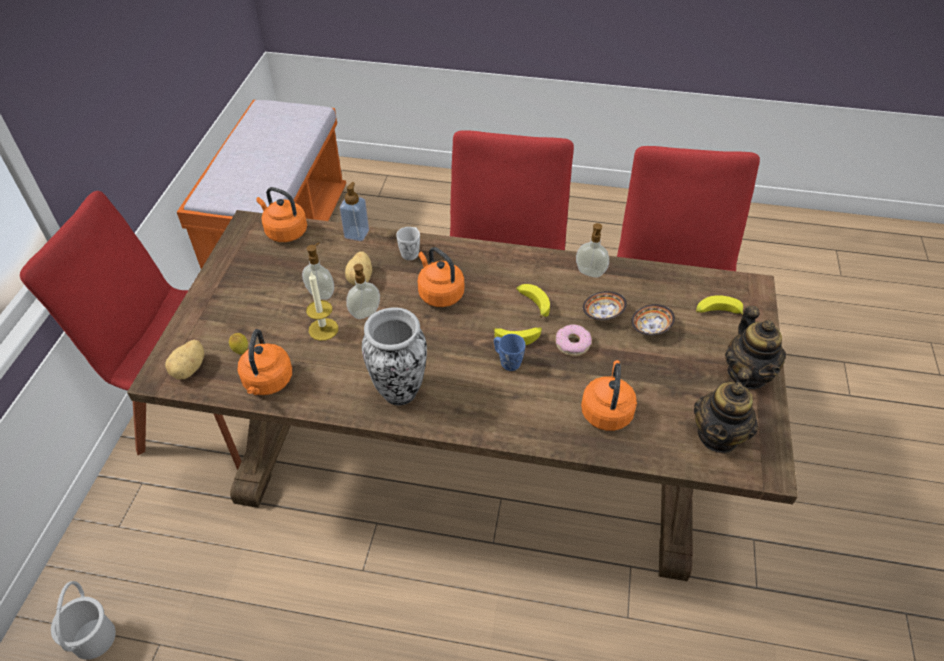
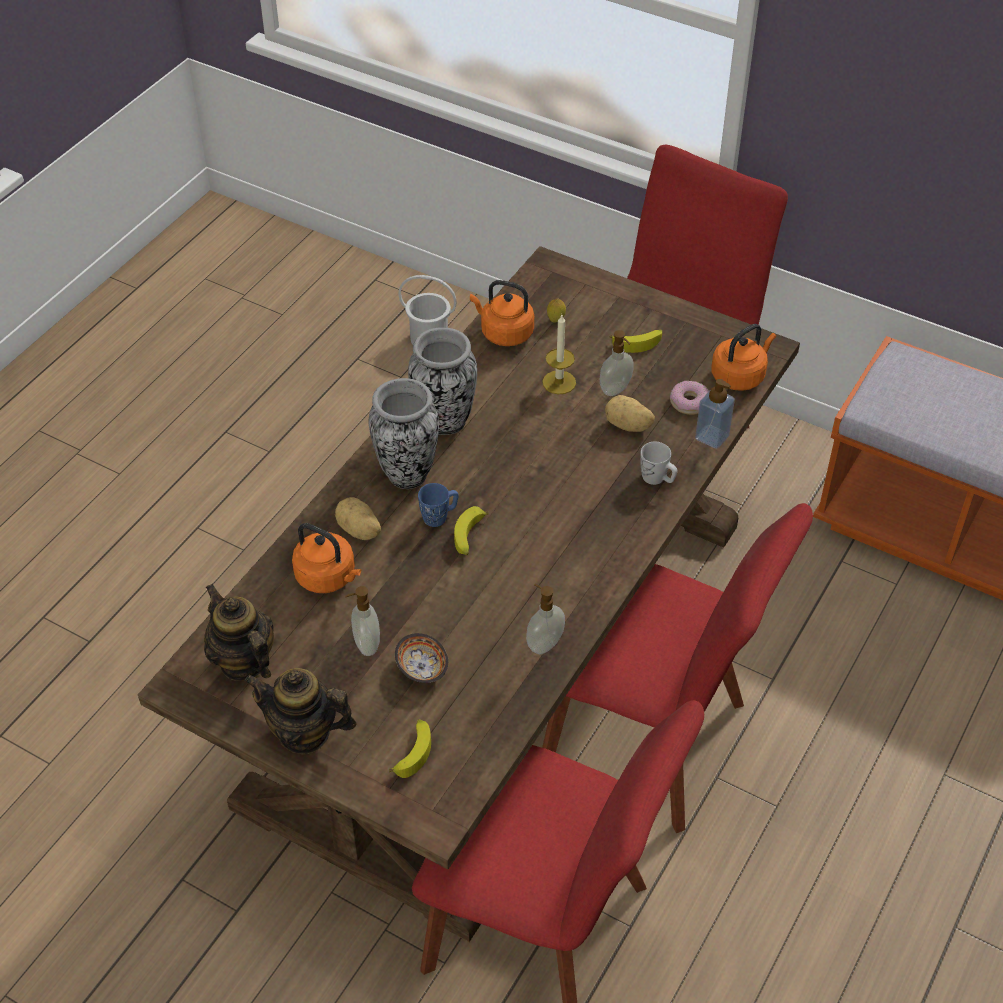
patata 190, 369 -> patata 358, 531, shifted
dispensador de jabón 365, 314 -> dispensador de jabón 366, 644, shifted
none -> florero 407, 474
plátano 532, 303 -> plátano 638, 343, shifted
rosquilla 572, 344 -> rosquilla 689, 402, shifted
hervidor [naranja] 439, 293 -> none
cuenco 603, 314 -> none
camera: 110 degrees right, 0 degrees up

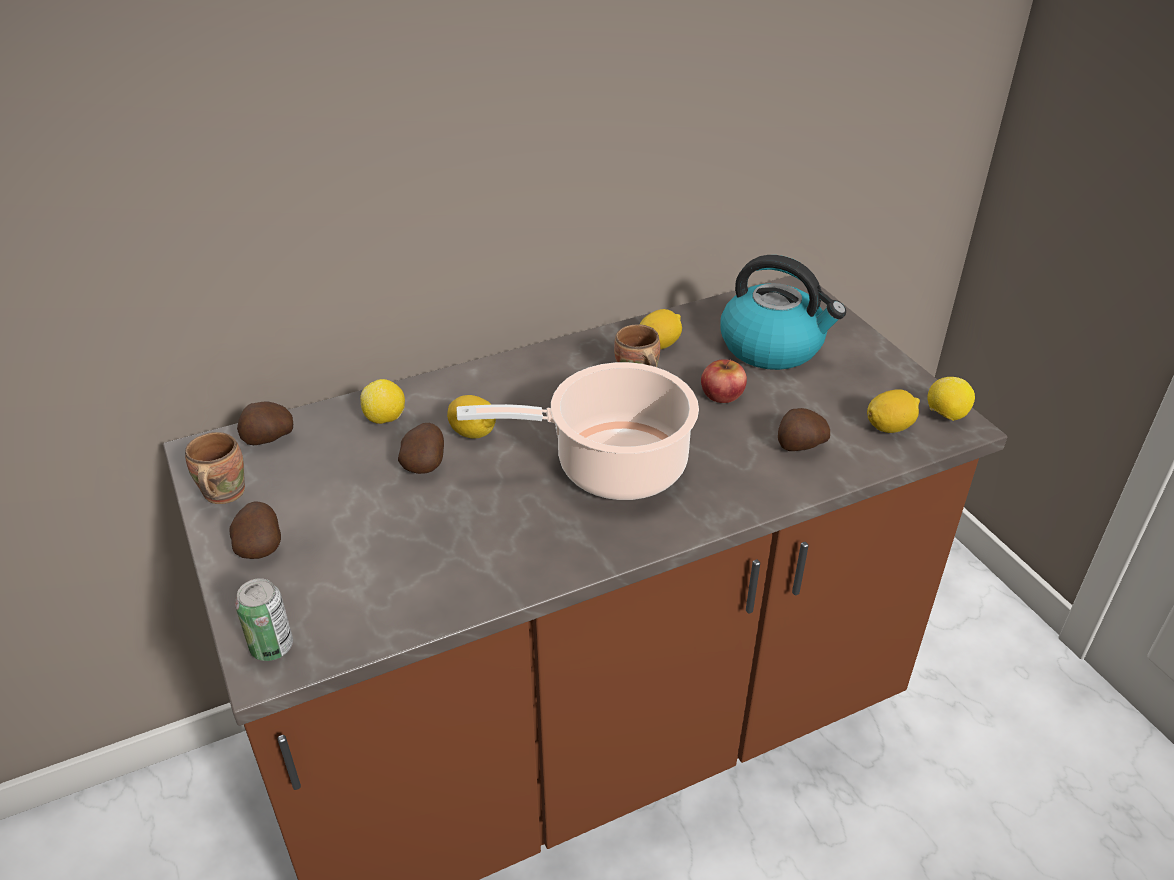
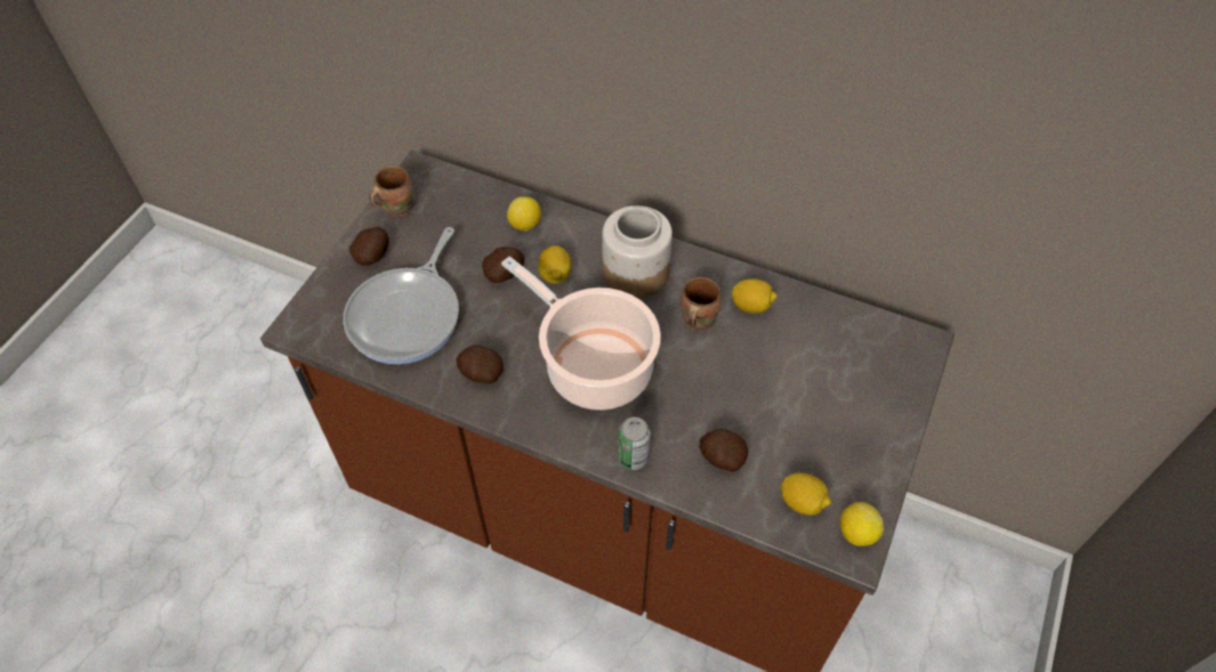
none -> sartén 408, 315
patata 268, 438 -> patata 481, 374, shifted
none -> tarro 634, 273
lata 272, 647 -> lata 633, 458, shifted
manzana 722, 394 -> none
hervidor 773, 346 -> none
camera: 50 degrees right, 15 degrees up

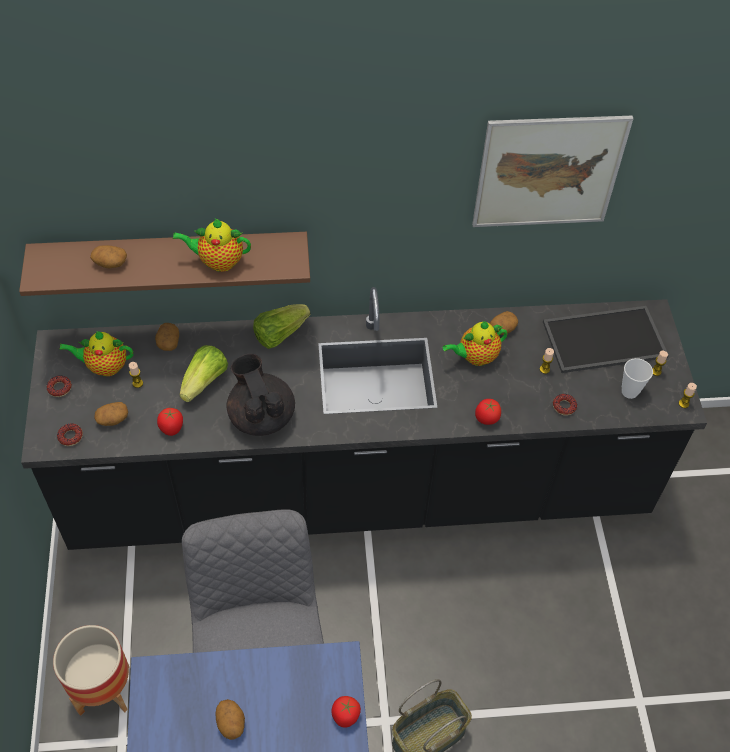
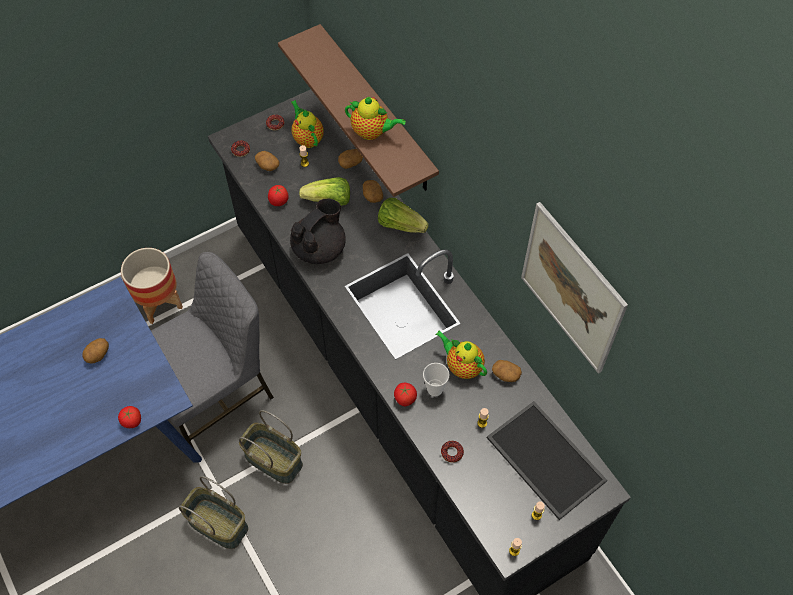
none -> cesta 274, 459
tetera 218, 261 -> tetera 372, 132, 135 degrees clockwise
patata 110, 263 -> patata 372, 195, shifted
taza 629, 391 -> taza 435, 389, shifted
camera: 65 degrees right, 5 degrees up

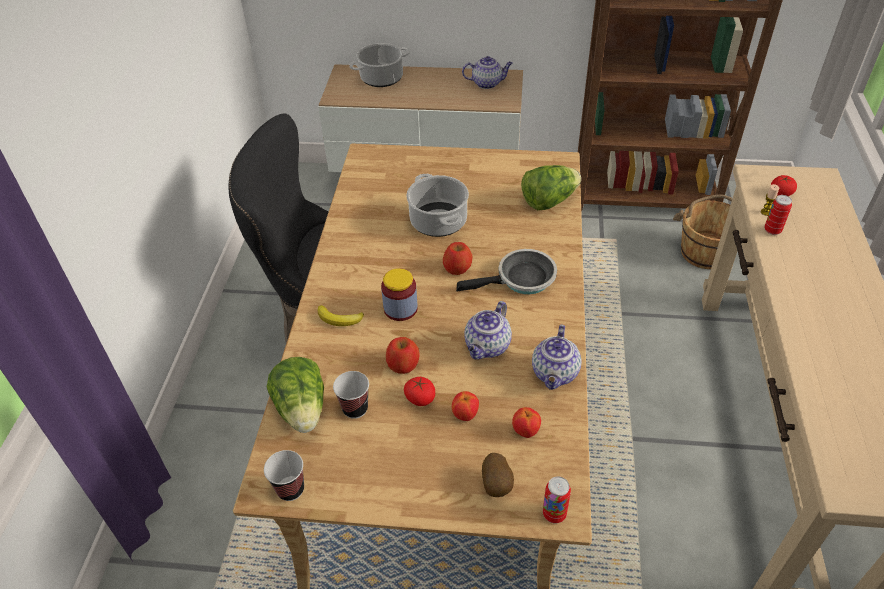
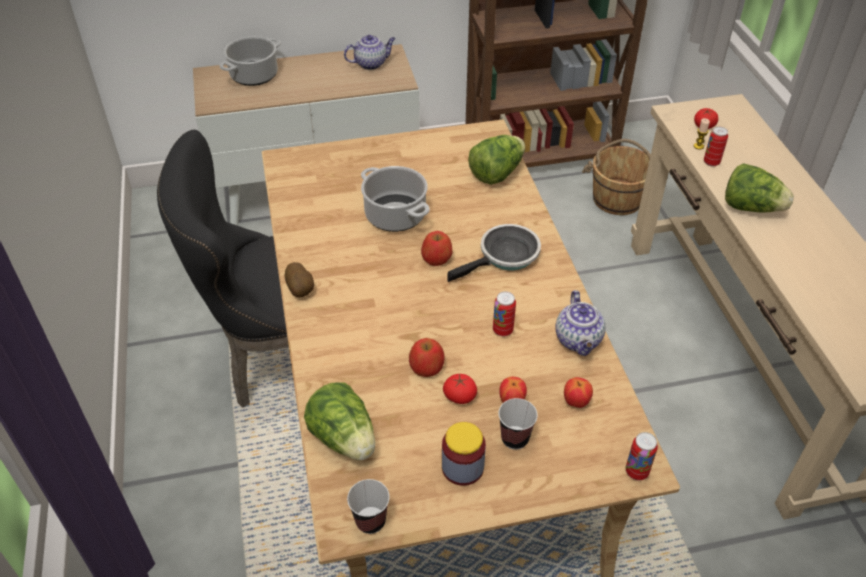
patata 497, 484 -> patata 301, 290, shifted
tarro 400, 309 -> tarro 462, 467, shifted
tetera 487, 347 -> lata 502, 330
taza 355, 408 -> taza 515, 438, shifted
none -> lechuga 751, 207
plátano 339, 319 -> none
camera: 20 degrees left, 0 degrees up

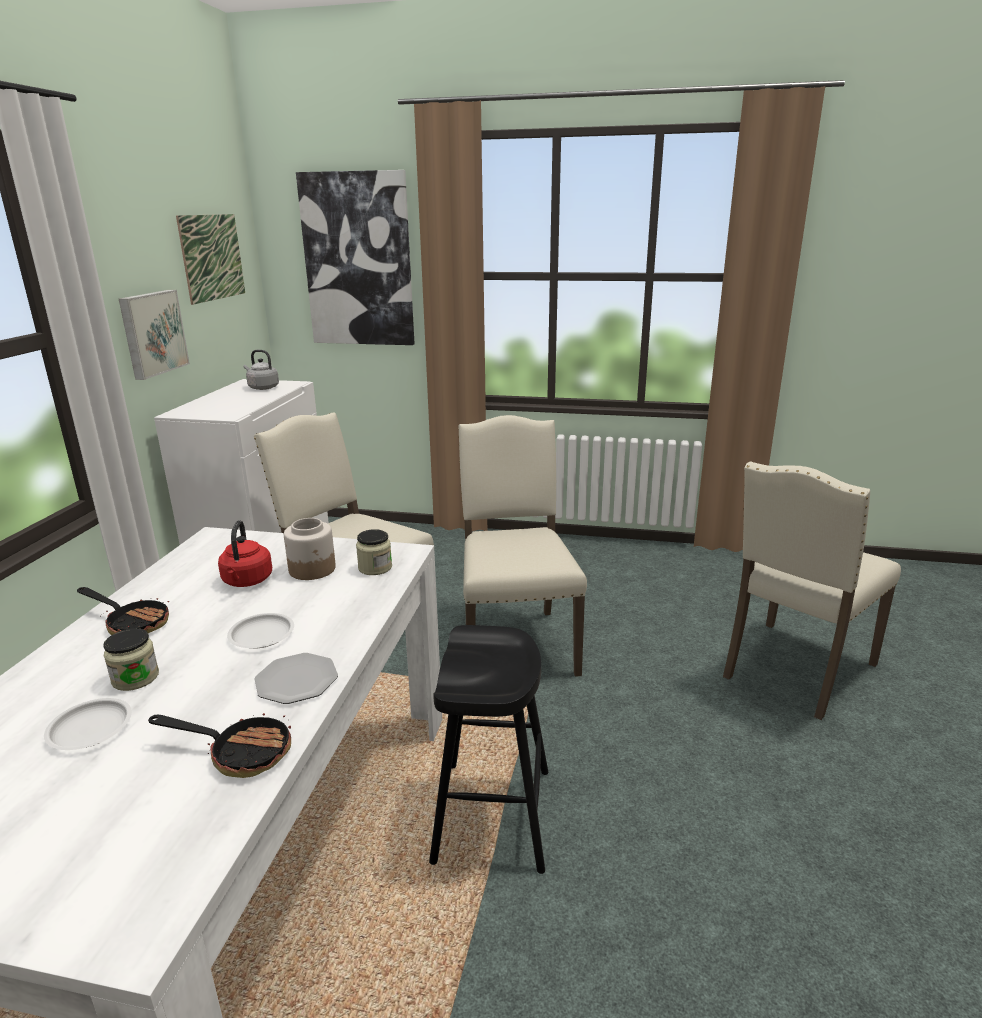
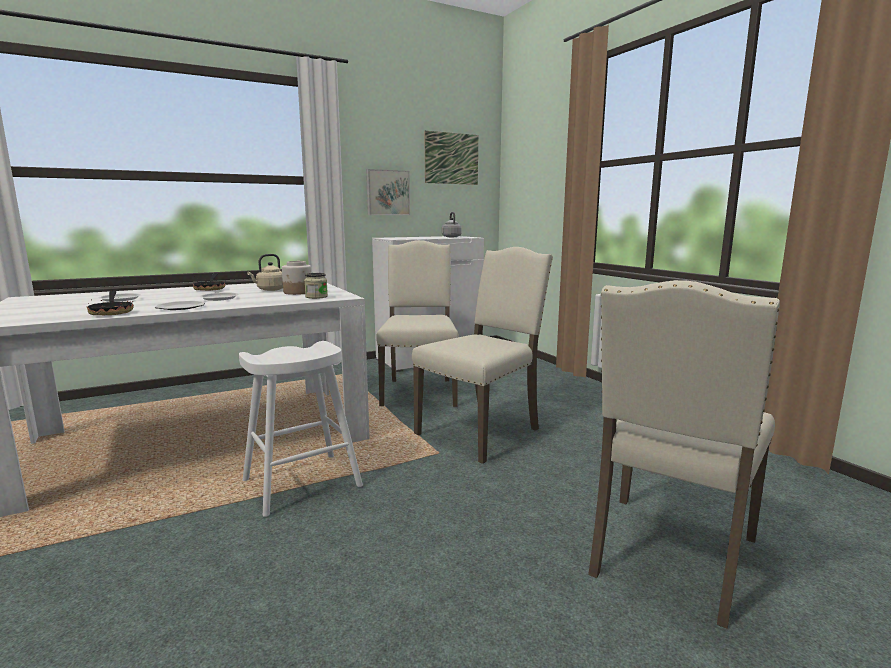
taburete [negro] 493, 814 -> taburete [blanco] 302, 483
hervidor [rojo] 247, 581 -> hervidor [beis] 270, 290
silla [beis] 794, 670 -> silla [beis] 669, 556, 60 degrees counterclockwise
tarro 135, 678 -> none
cuadro 358, 260 -> none
camera: 50 degrees right, 10 degrees down

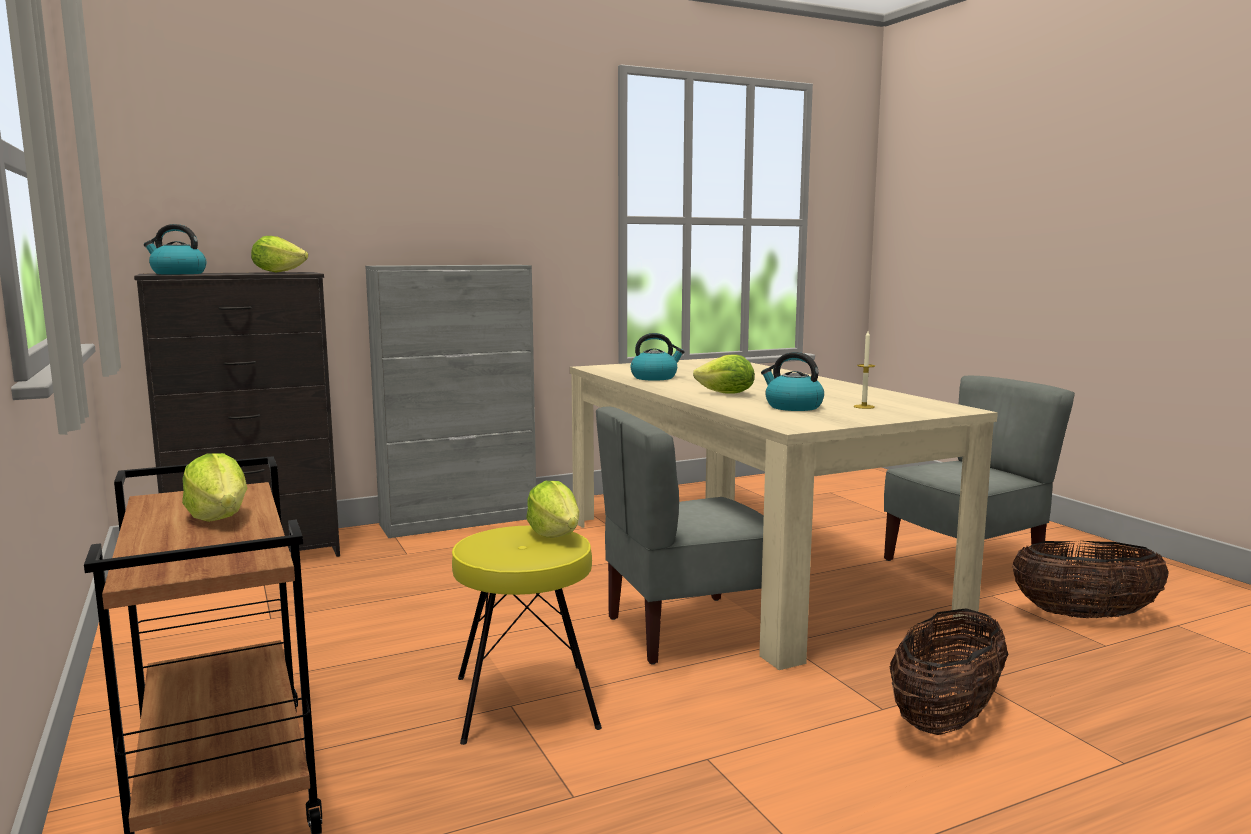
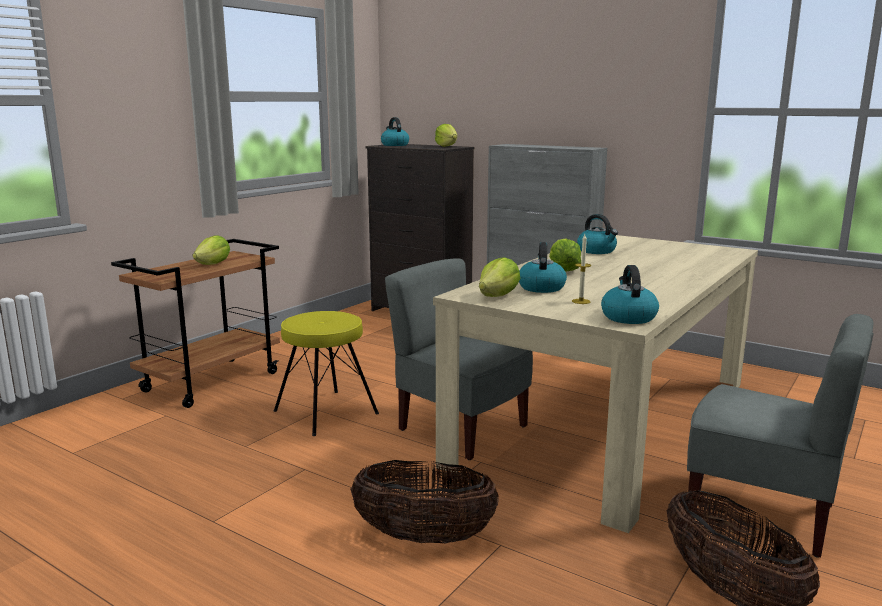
lechuga 555, 534 -> lechuga 498, 296, shifted
none -> hervidor 628, 317
camera: 60 degrees right, 5 degrees up

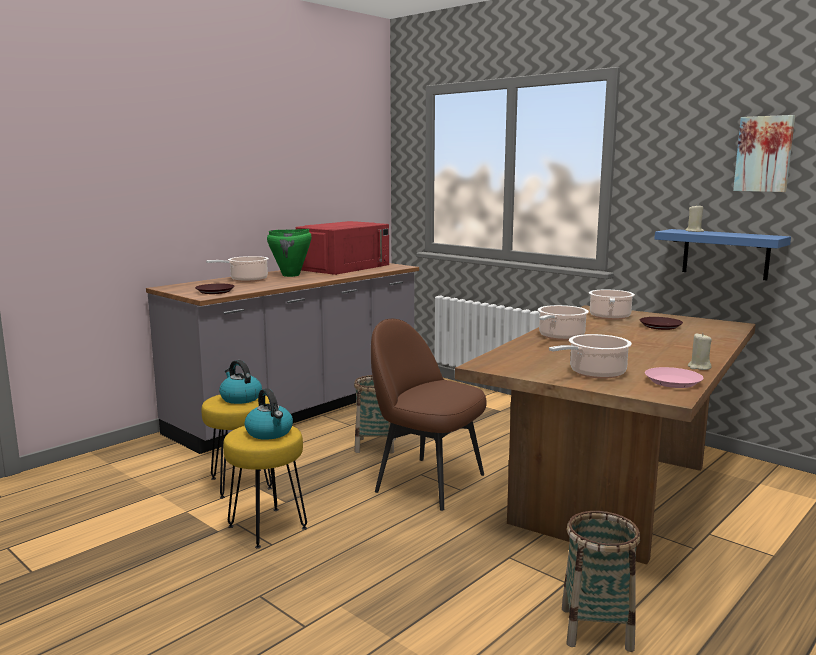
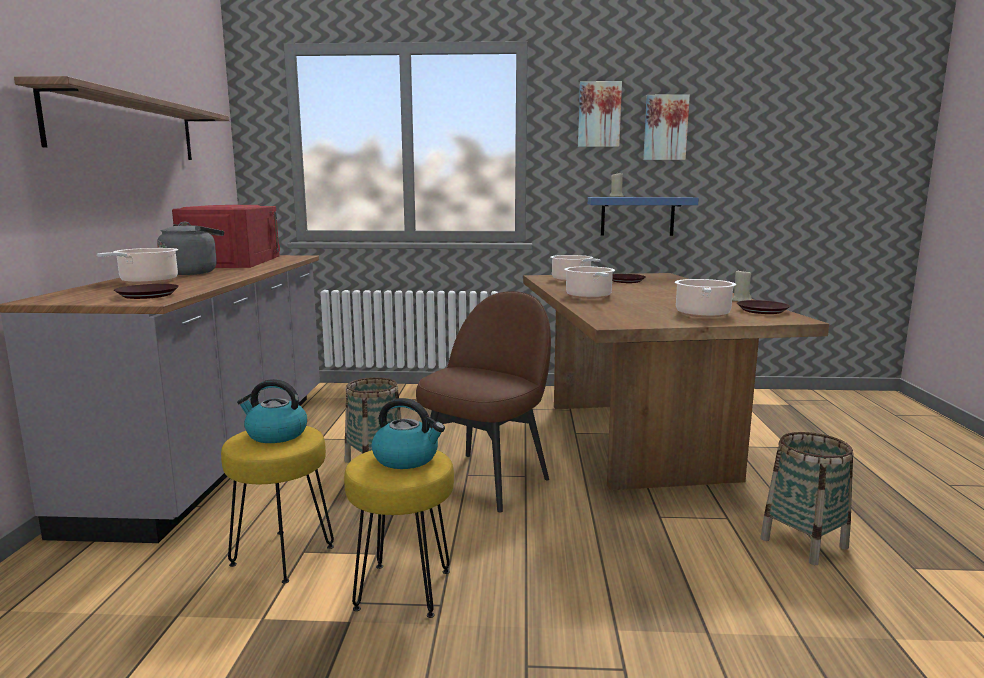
none -> estante 126, 127
olla [verde] 291, 275 -> hervidor [gris] 193, 272
silla [marrón] 427, 482 -> silla [marrón] 485, 479, 135 degrees clockwise
none -> cuadro 599, 114
plato [rosa] 672, 382 -> plato [marrón] 761, 311
camera: 40 degrees left, 0 degrees up

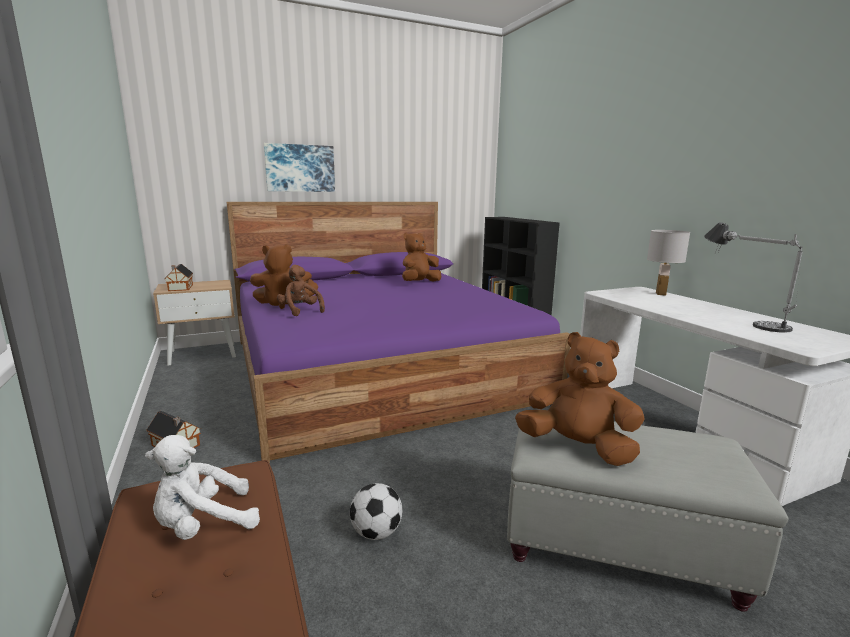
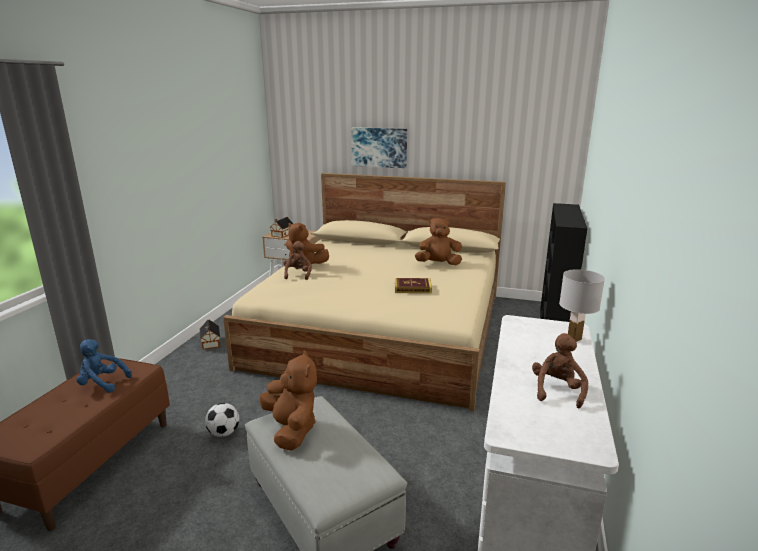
peluche [blanco] 203, 525 -> peluche [azul] 102, 383
cama [morado] 378, 367 -> cama [beis] 382, 329
none -> libro 412, 288
lámpara de mesa 741, 318 -> peluche [marrón] 557, 390
camera: 40 degrees right, 5 degrees up

